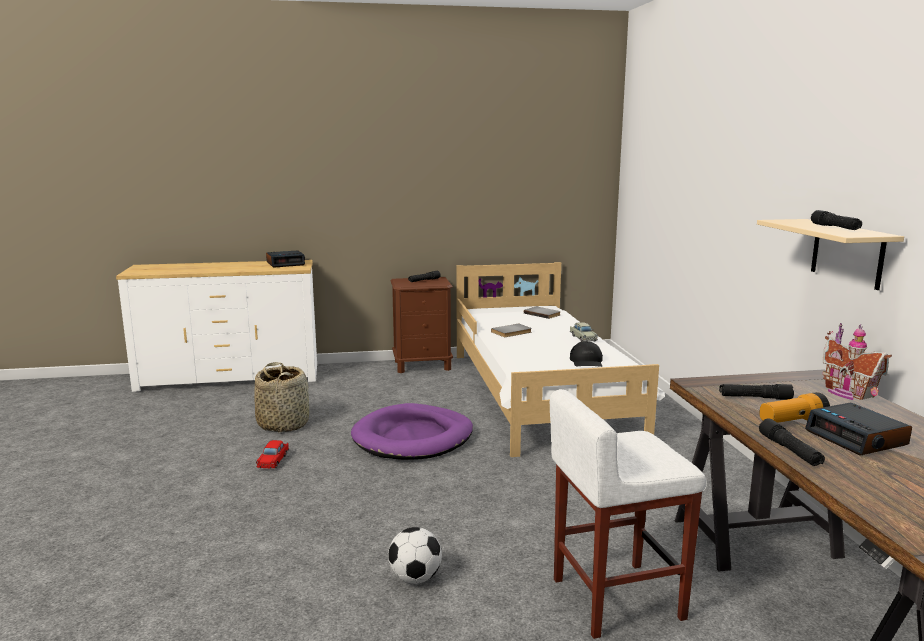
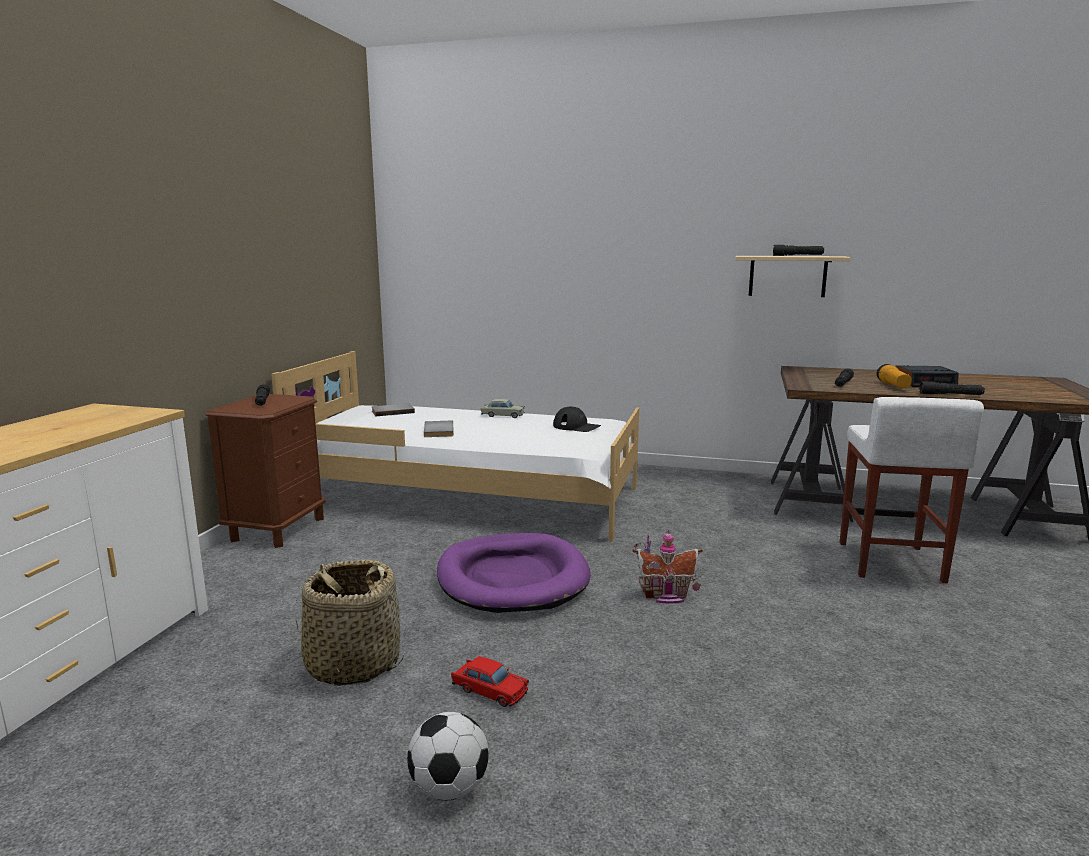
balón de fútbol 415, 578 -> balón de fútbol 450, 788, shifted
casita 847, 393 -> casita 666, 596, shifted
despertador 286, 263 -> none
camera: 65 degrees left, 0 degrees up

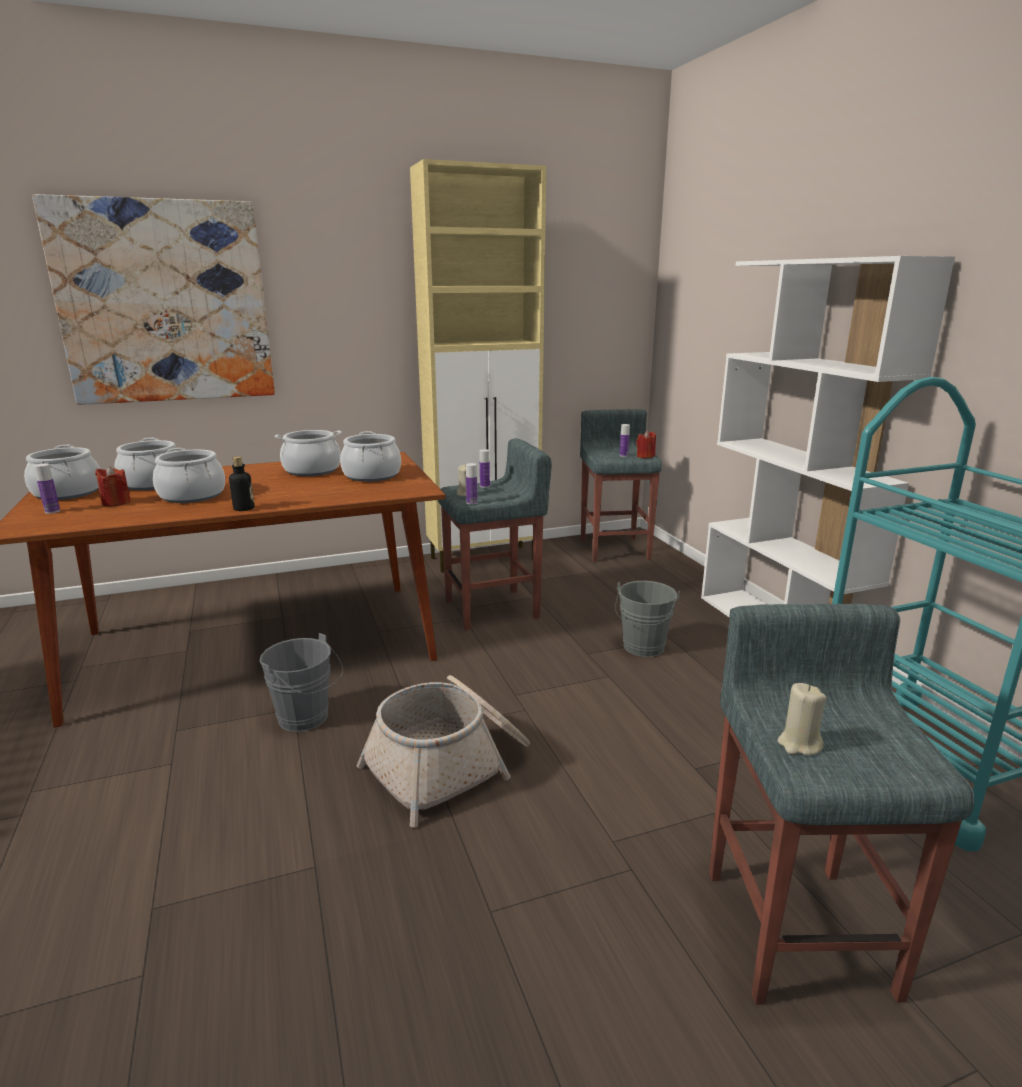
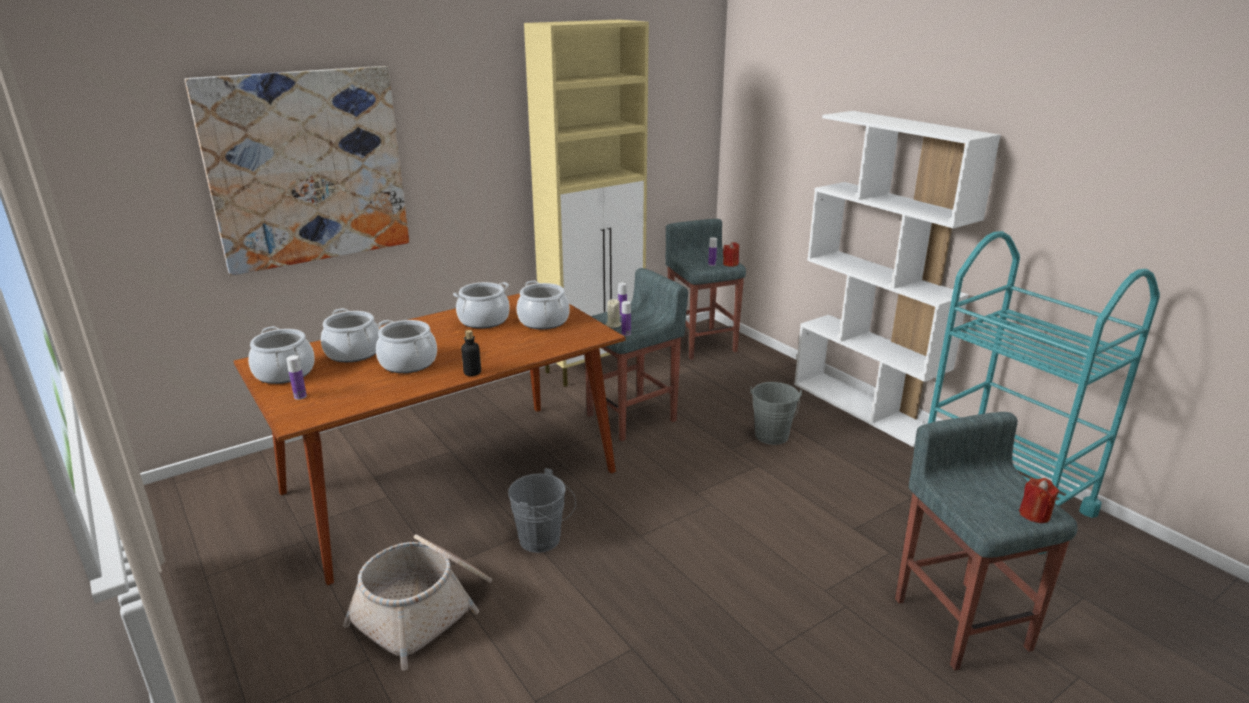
cesta 450, 765 -> cesta 426, 609, shifted
vela [rojo] 116, 502 -> vela [rojo] 1034, 514, shifted
vela [beis] 799, 744 -> none
camera: 15 degrees left, 5 degrees up

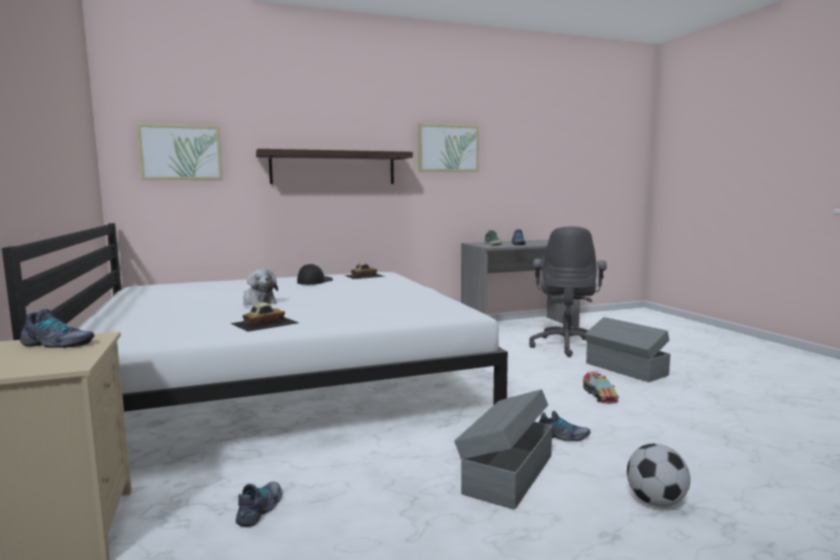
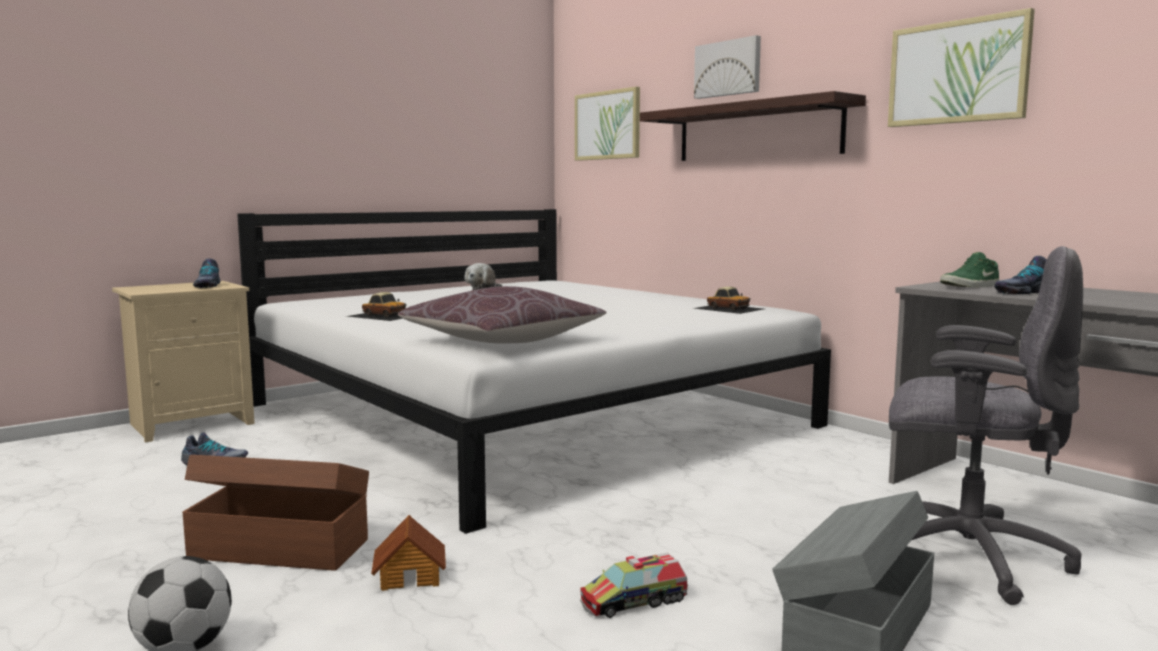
caja de almacenaje [gris] 506, 474 -> caja de almacenaje [marrón] 279, 548
zapato 562, 436 -> casita 410, 575
none -> cojín [marrón] 502, 340
none -> cuadro 728, 68
silla de oficina [gris] 566, 346 -> silla de oficina [gris] 965, 557, 150 degrees counterclockwise
gorra 314, 281 -> none
camera: 70 degrees right, 0 degrees up

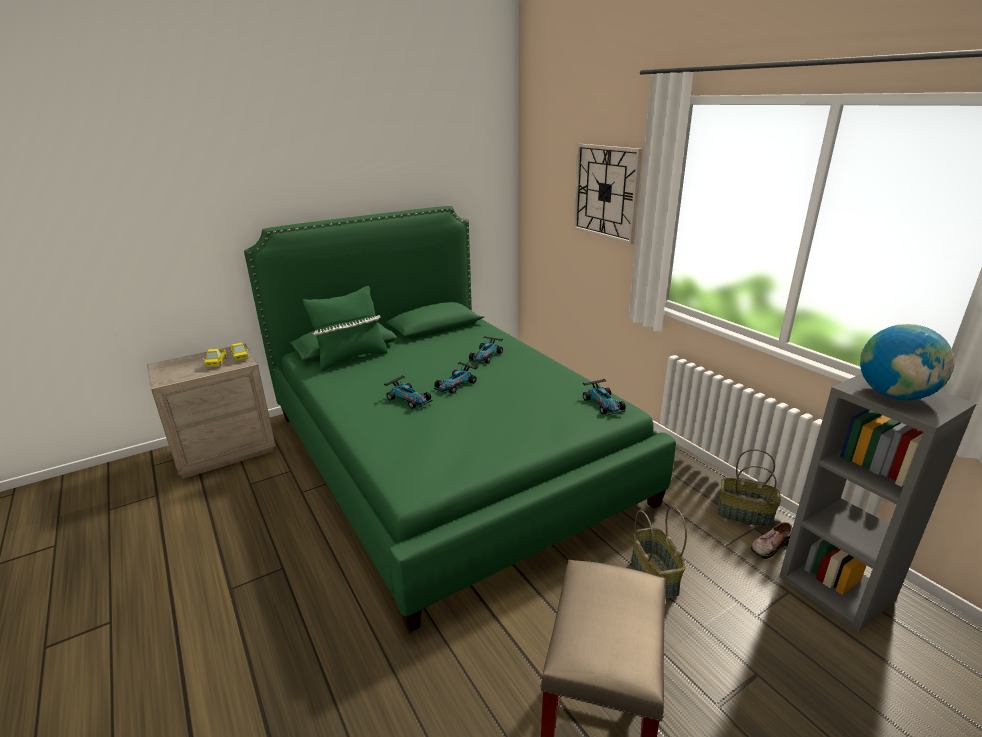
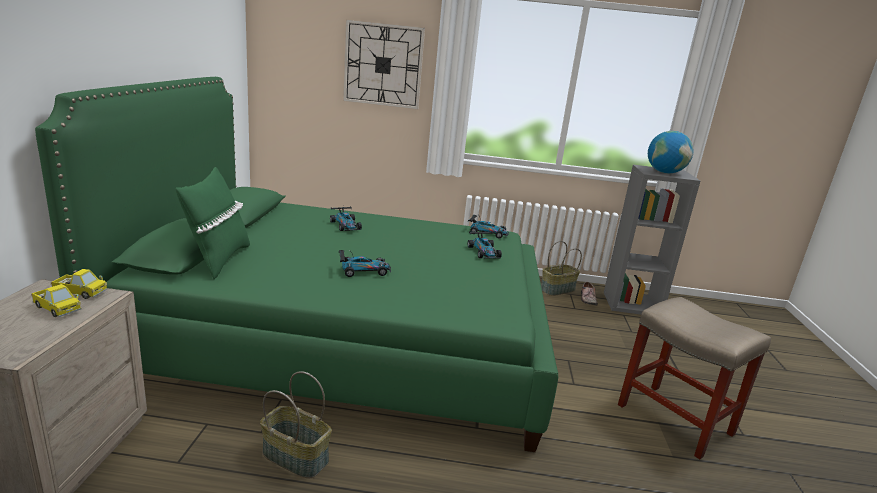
cesta 655, 576 -> cesta 296, 456, shifted
coche de juguete 455, 384 -> coche de juguete 484, 252, shifted
camera: 55 degrees left, 5 degrees down

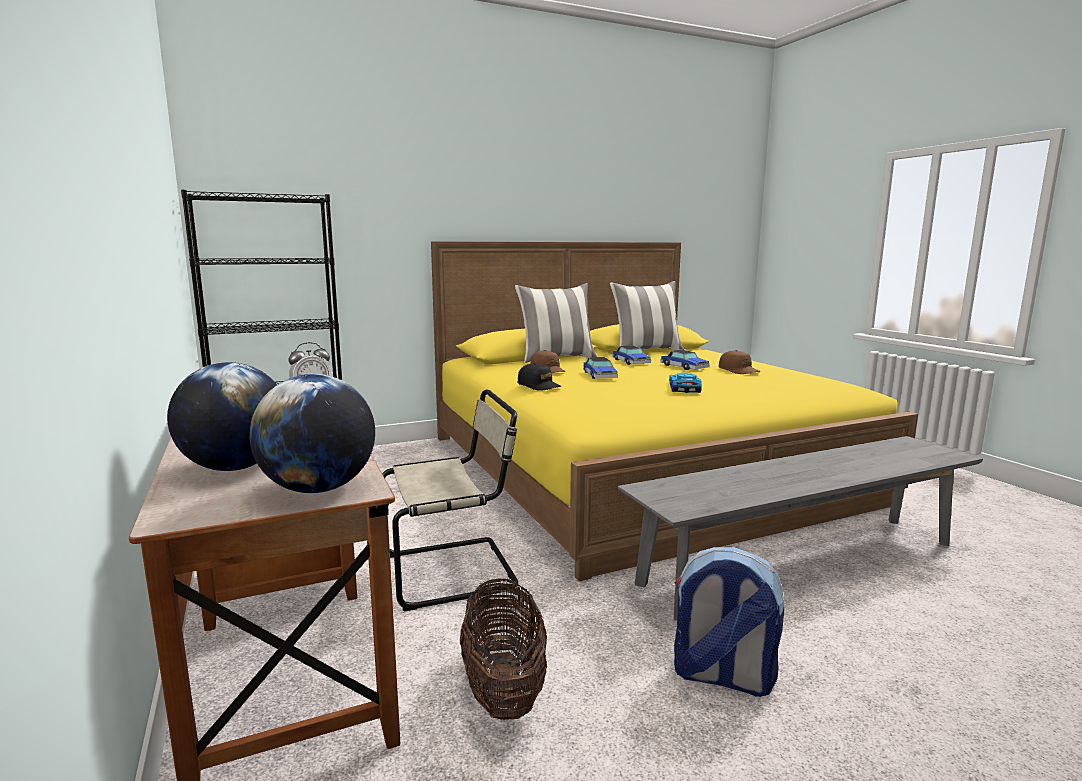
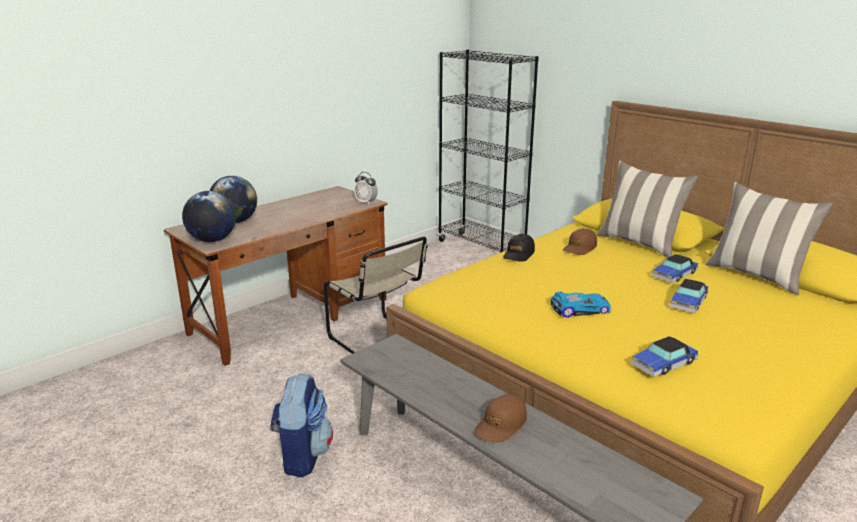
gorra [marrón] 738, 370 -> gorra [marrón] 500, 425, shifted
coche de juguete 599, 375 -> coche de juguete 664, 364, shifted
cesta 504, 688 -> none
camera: 70 degrees right, 10 degrees up

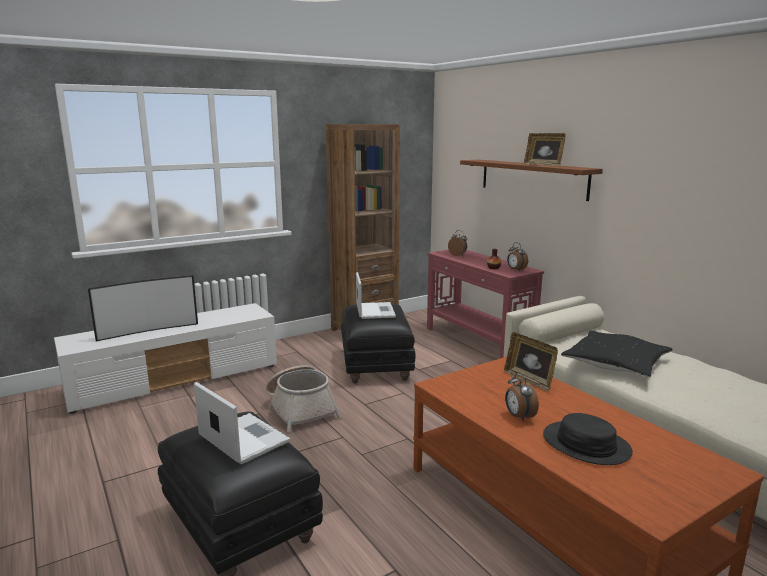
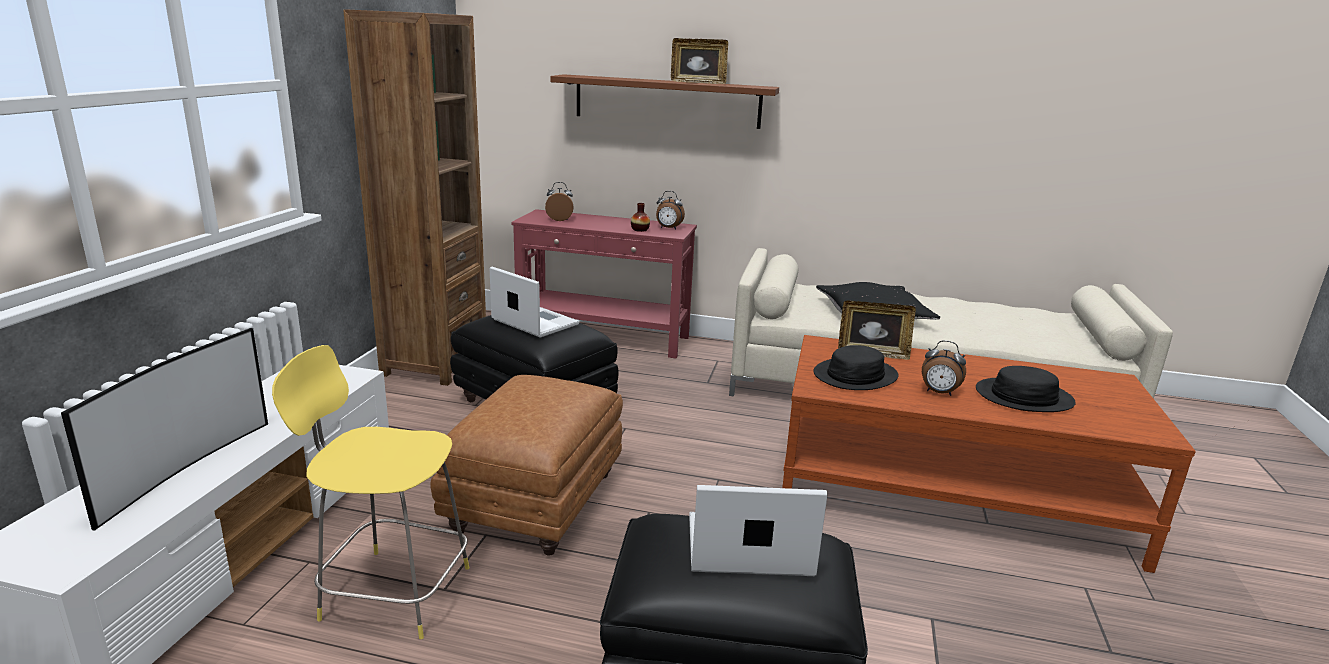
none -> taburete [amarillo] 391, 591
cesta 300, 409 -> puf [marrón] 535, 502
none -> sombrero [negro] 855, 376
camera: 45 degrees left, 5 degrees up

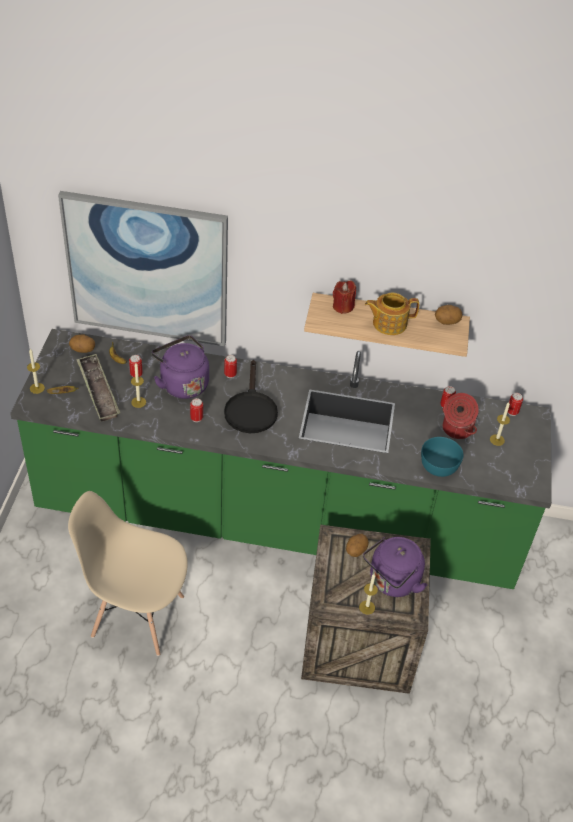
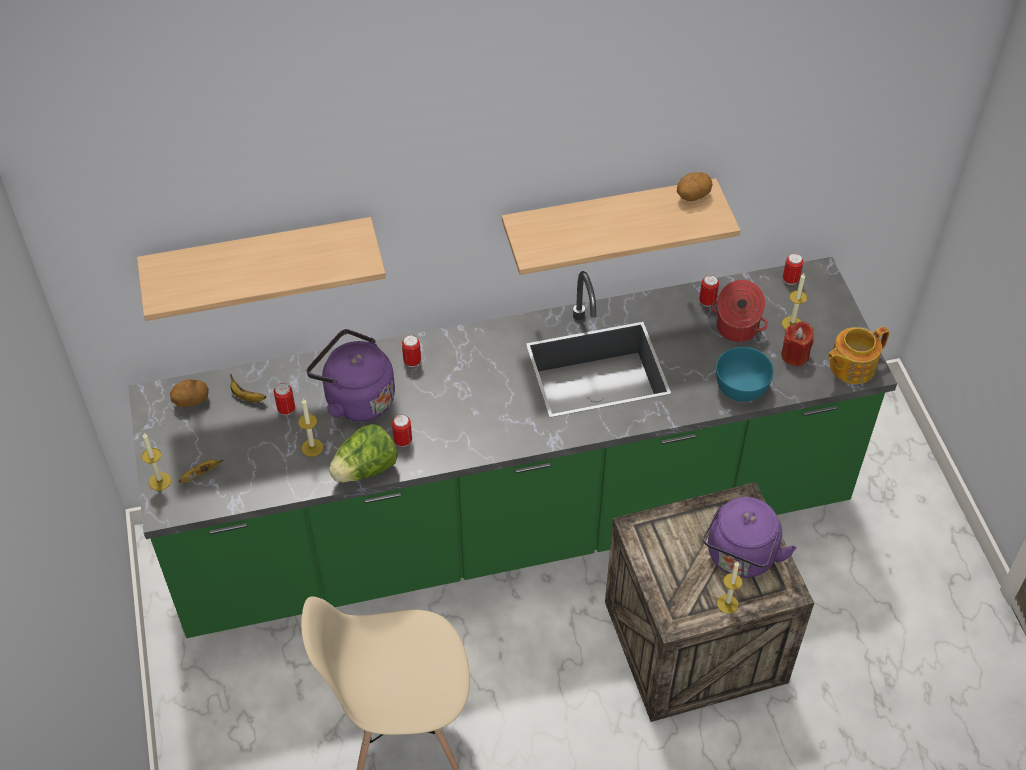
cuadro 147, 270 -> estante 260, 261
none -> lechuga 365, 469
vela [rojo] 343, 307 -> vela [rojo] 795, 355, shifted
tetera 388, 323 -> tetera 851, 366, shifted
bandeja 98, 391 -> none
sartén [negro] 250, 409 -> none
patata 355, 550 -> none
camera: 20 degrees left, 5 degrees up

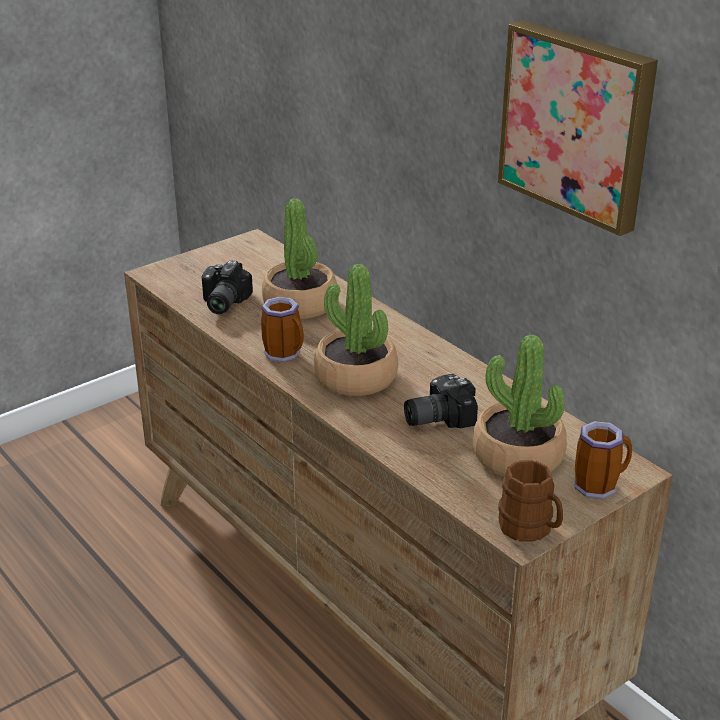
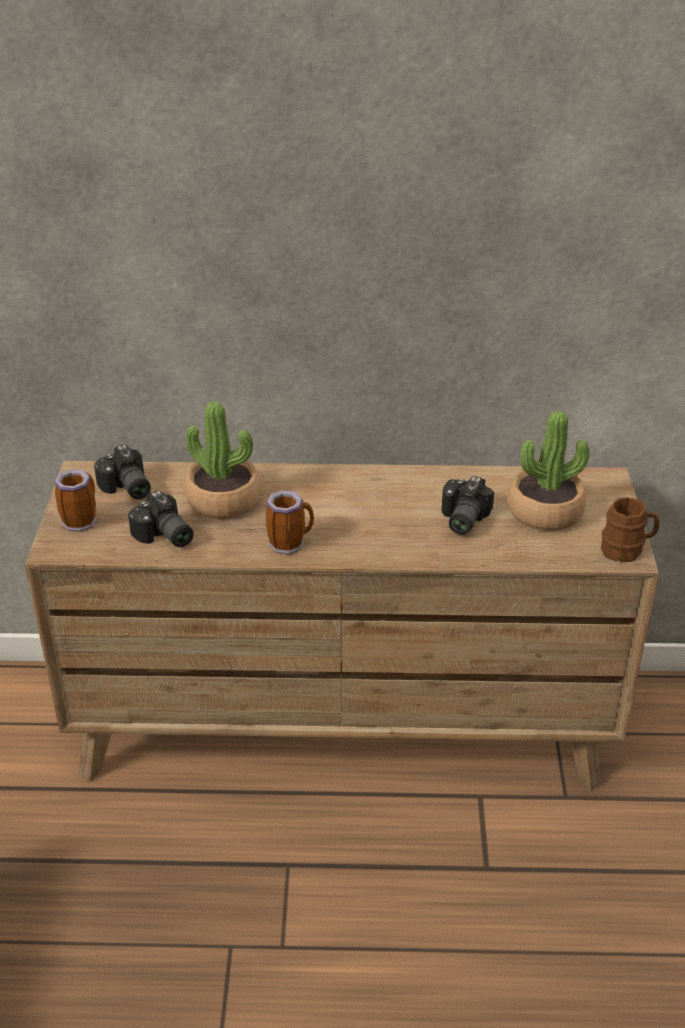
taza grande 598, 485 -> taza grande 80, 520, shifted
none -> cámara 126, 489
planta en maceta 355, 377 -> none
cuadro 578, 124 -> none
camera: 50 degrees left, 5 degrees up

